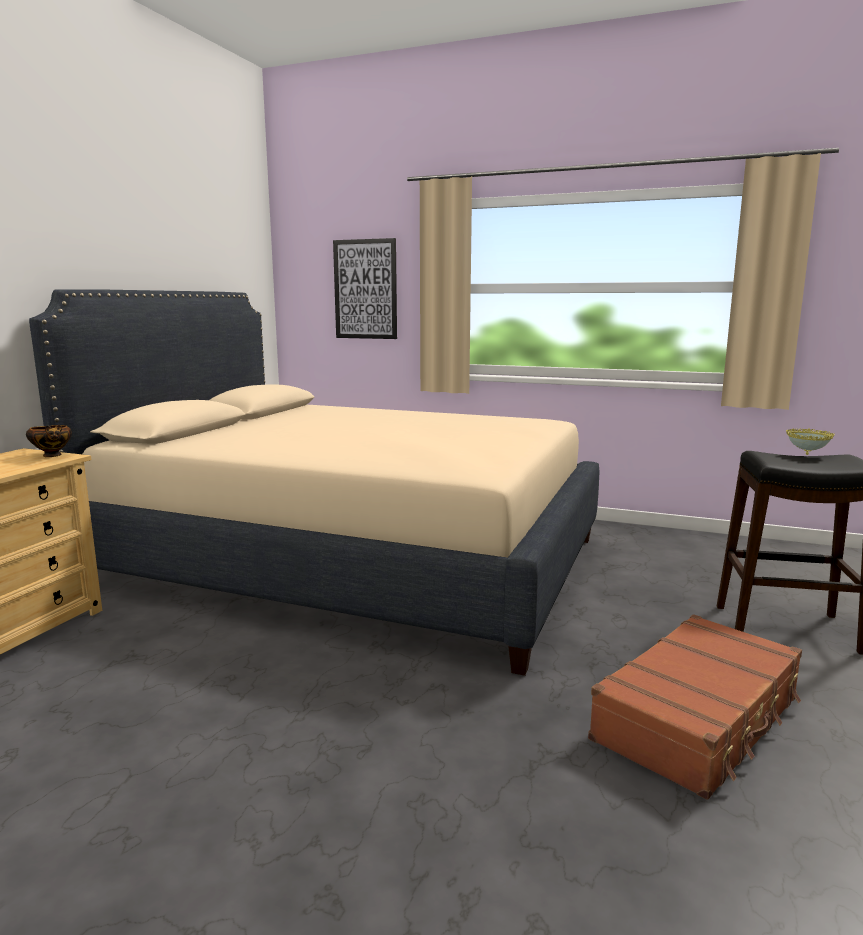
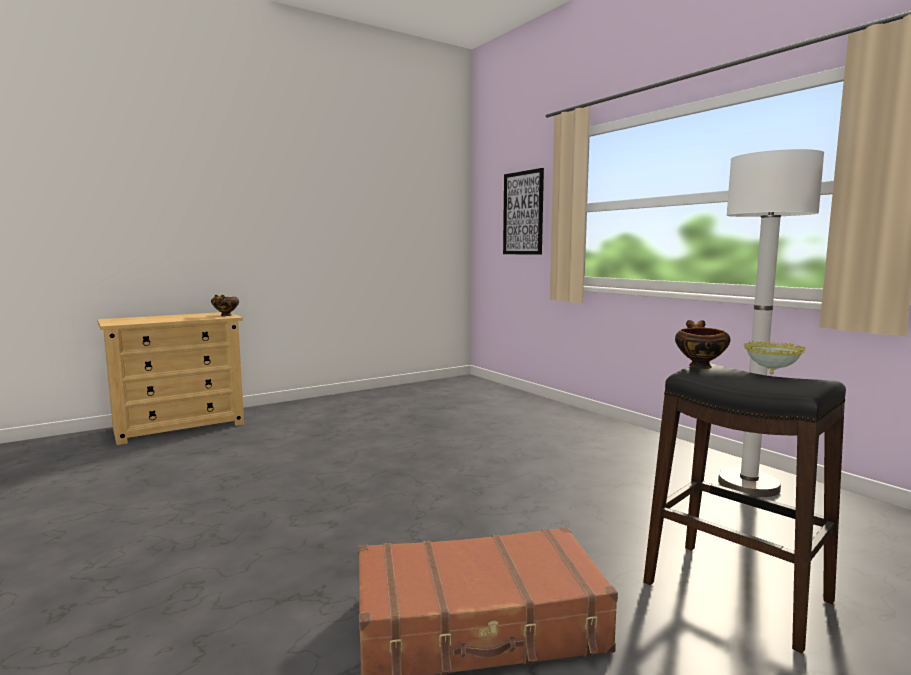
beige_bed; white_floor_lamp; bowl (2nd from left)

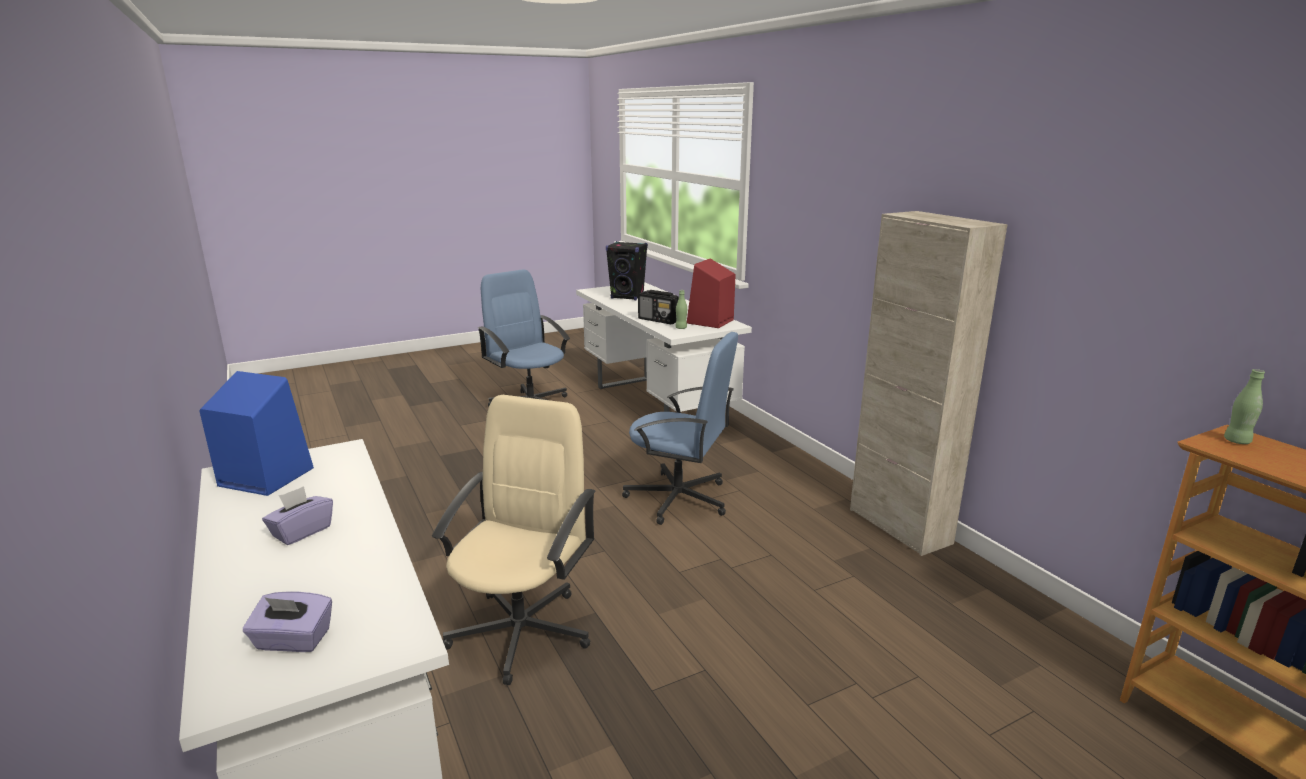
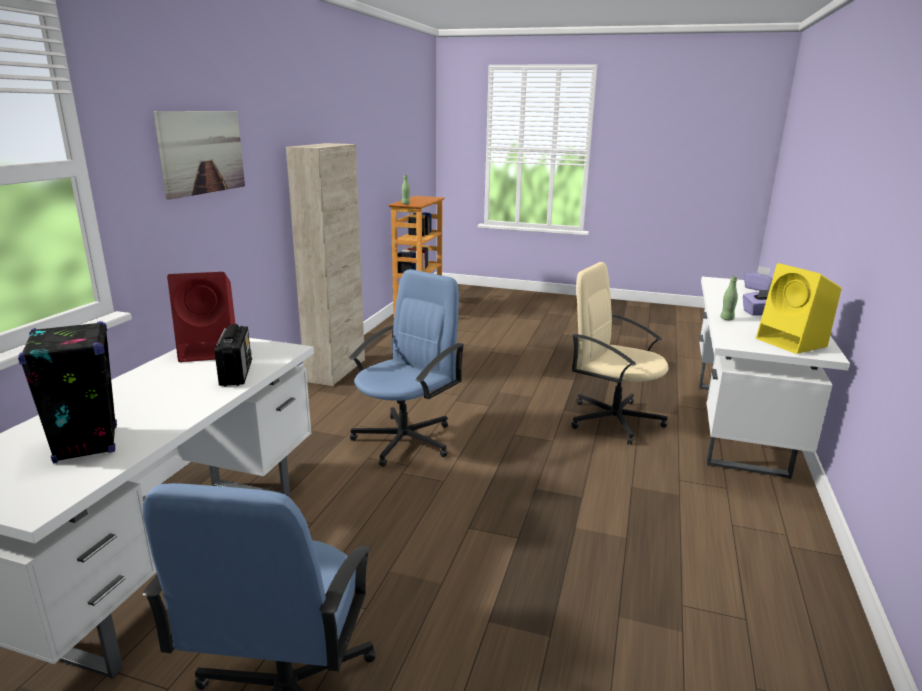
green_bottle (2nd from left); blue_office_chair (2nd from left); yellow_speaker; beige_office_chair; picture

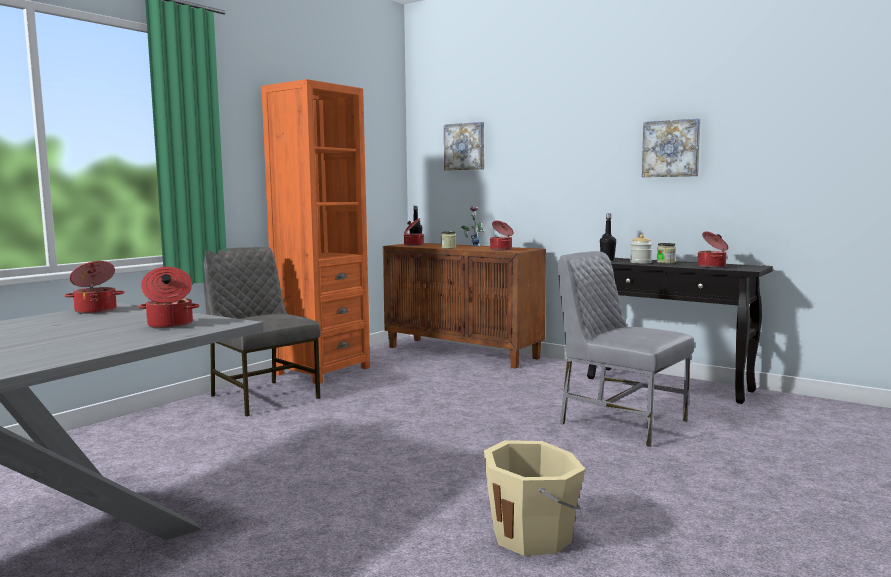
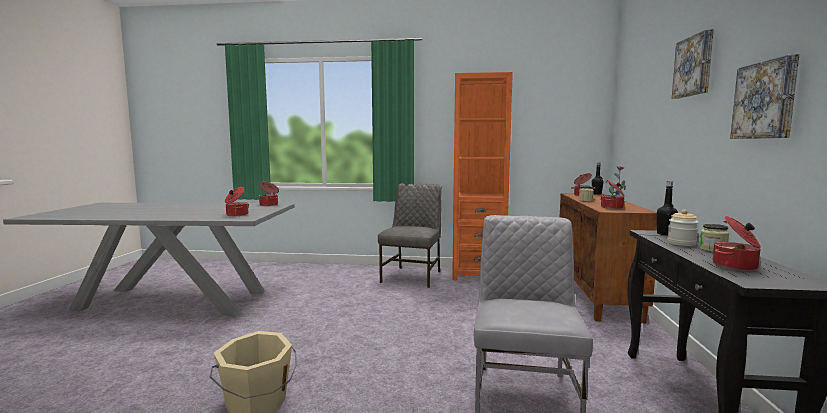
picture (1st from left)

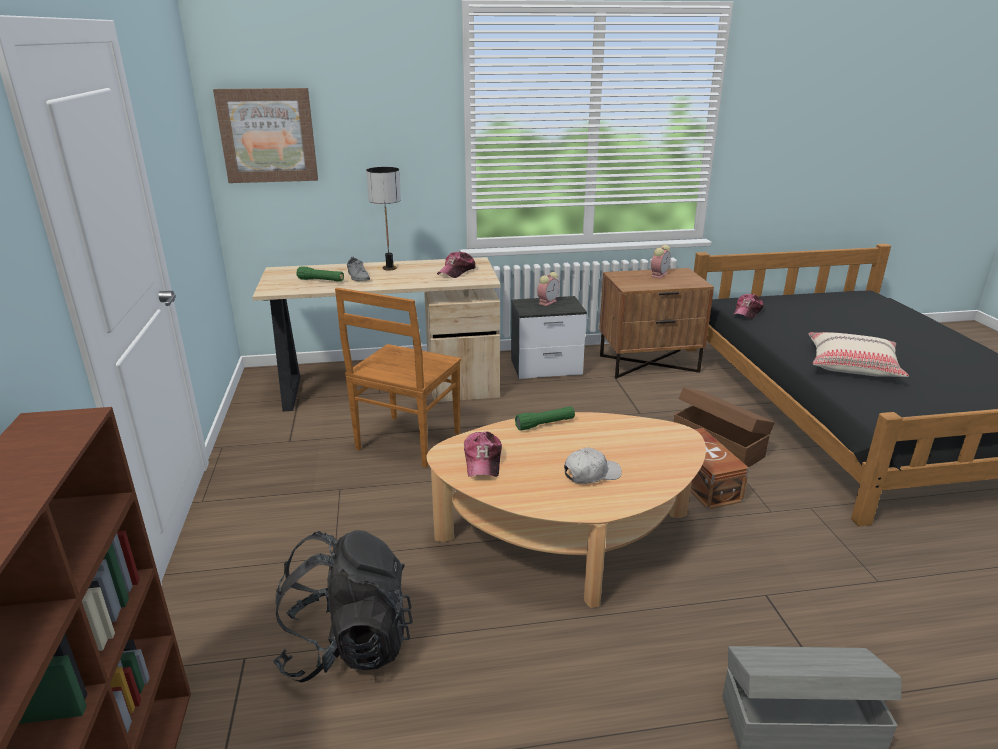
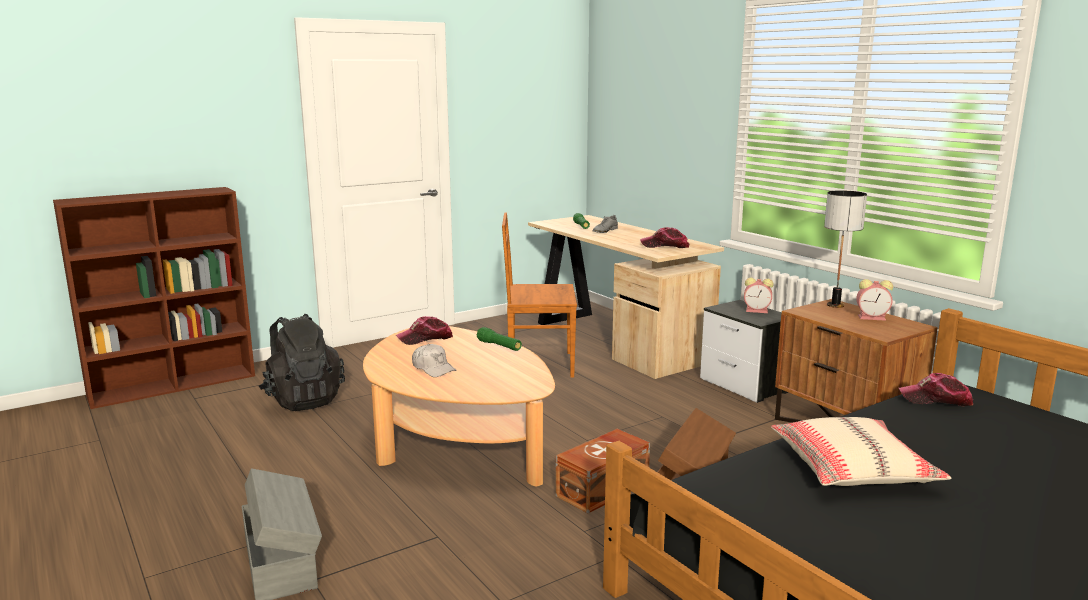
picture; table_lamp

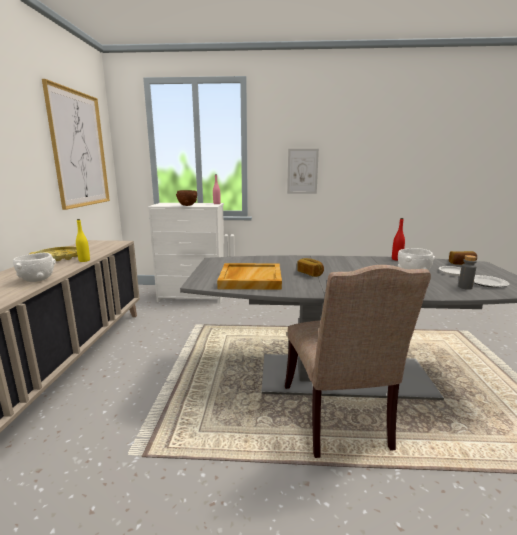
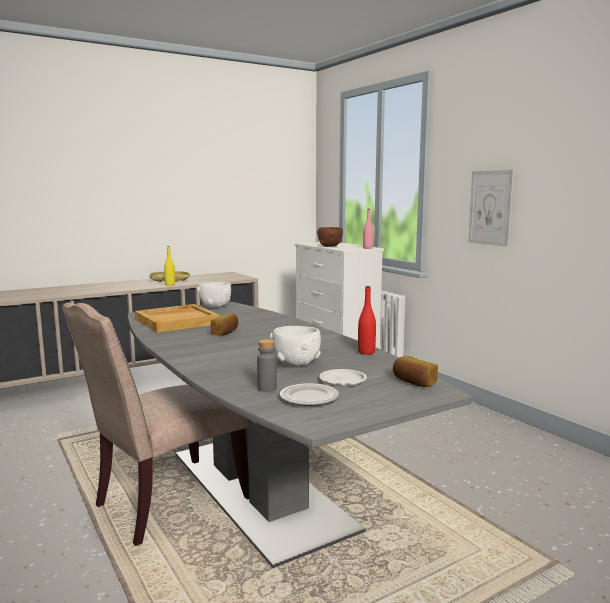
picture (1st from left in the first image); white_bowl (1st from left)

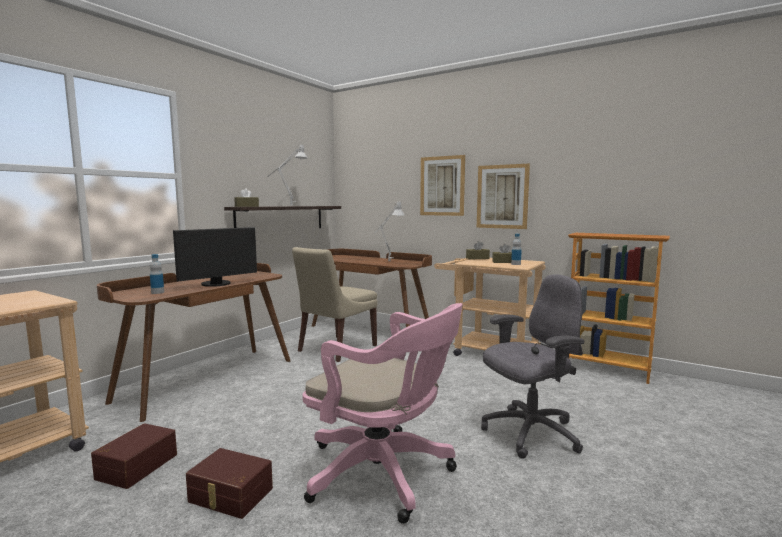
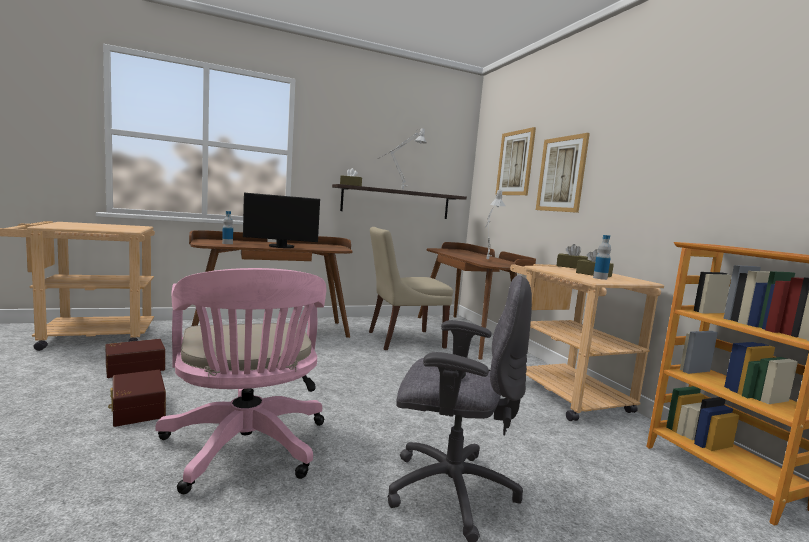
picture (1st from left)

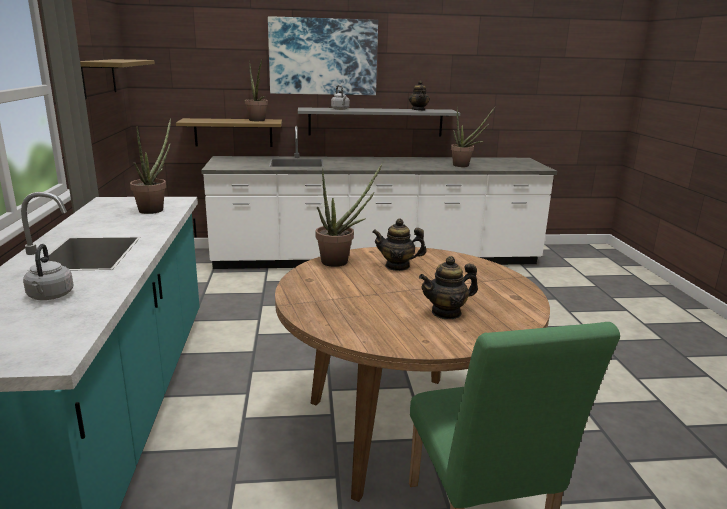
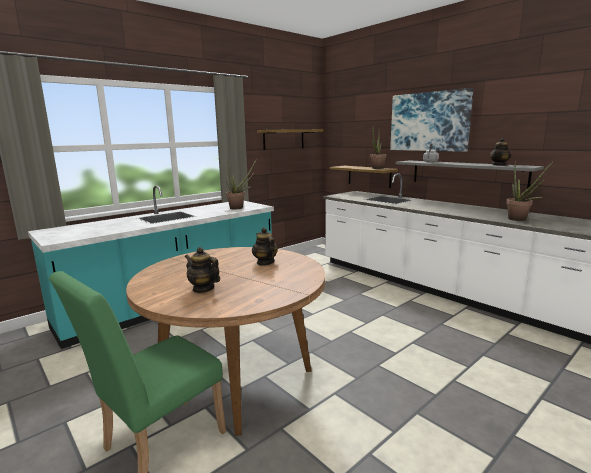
potted_plant (3rd from left in the first image); grey_kettle (1st from left in the first image)

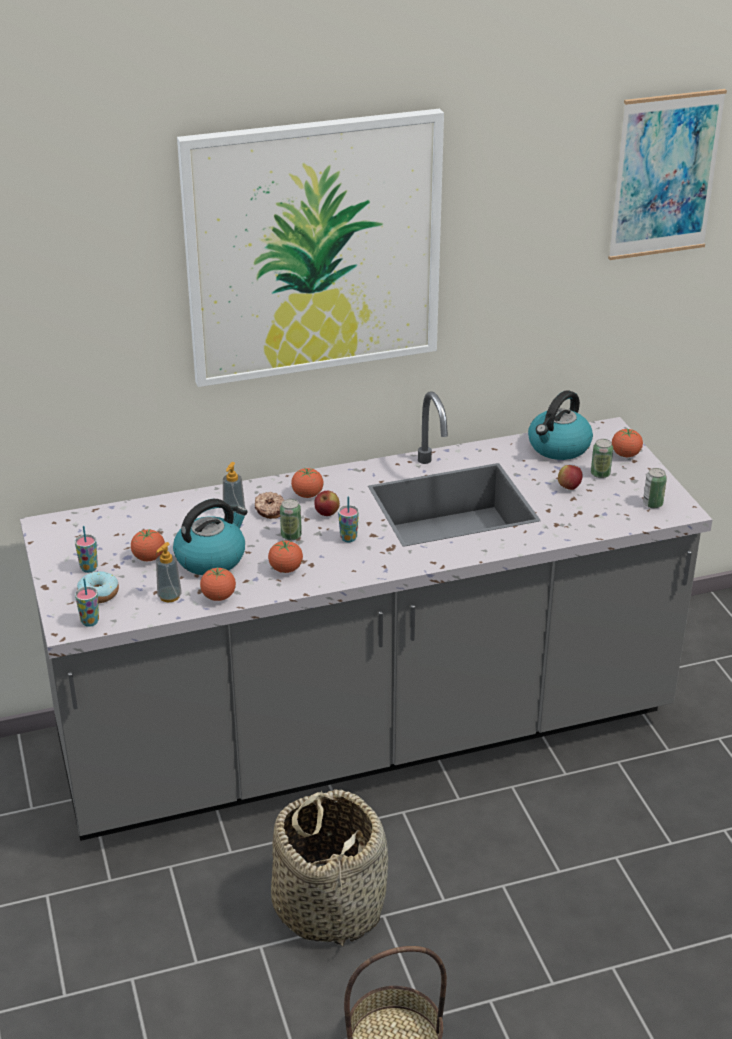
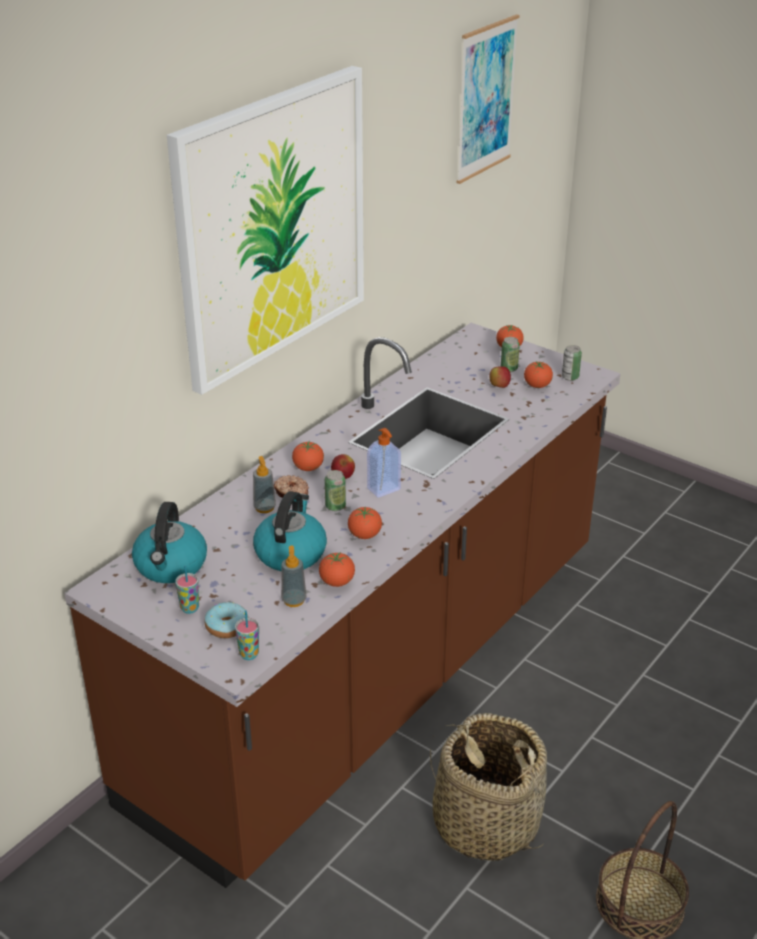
kettle (1st from left); brown_counter; soap_dispenser (3rd from left); tomato (5th from left)

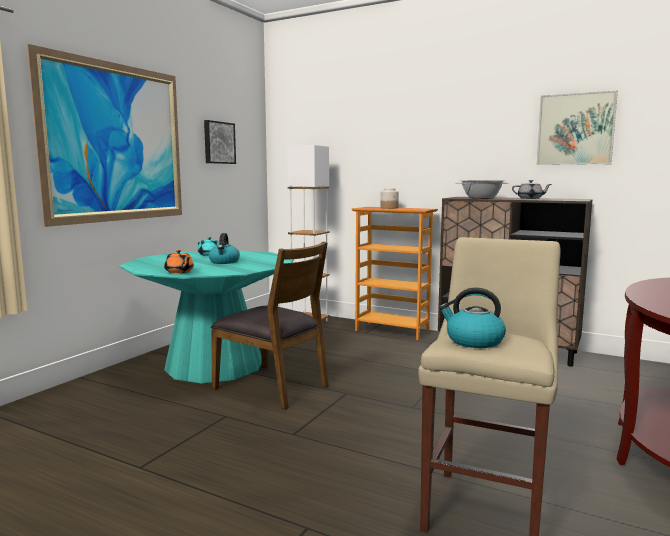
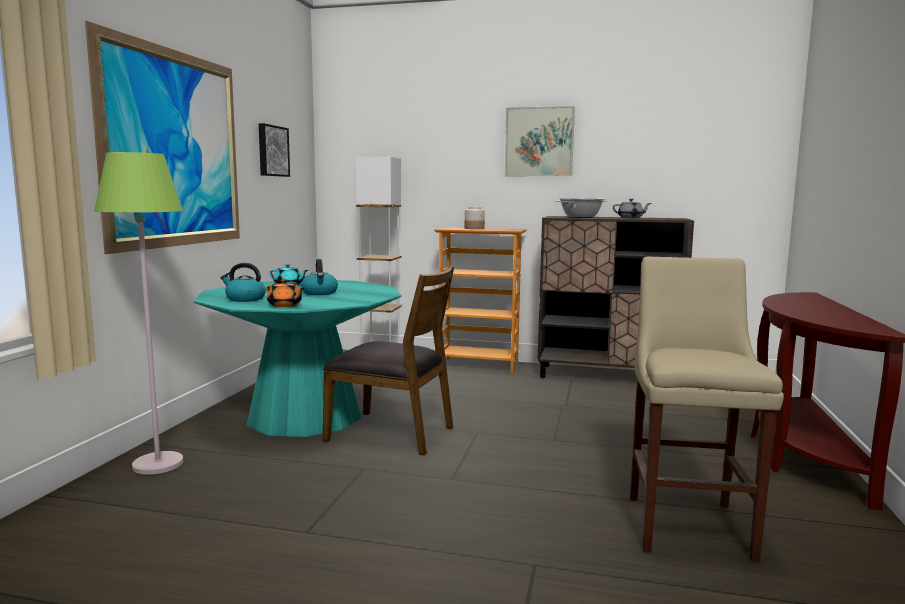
picture (3rd from left); kettle (1st from left); green_floor_lamp

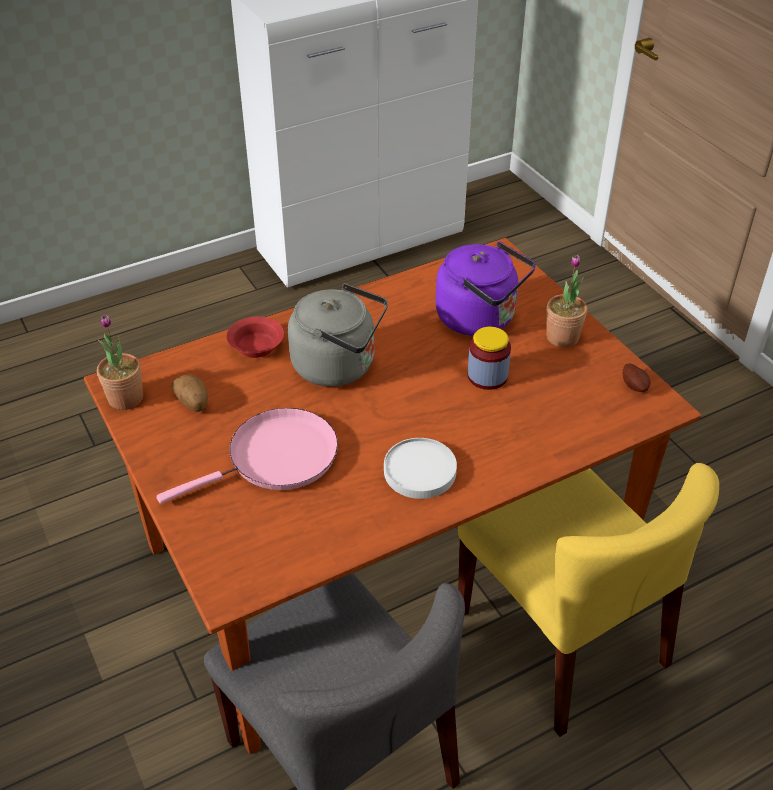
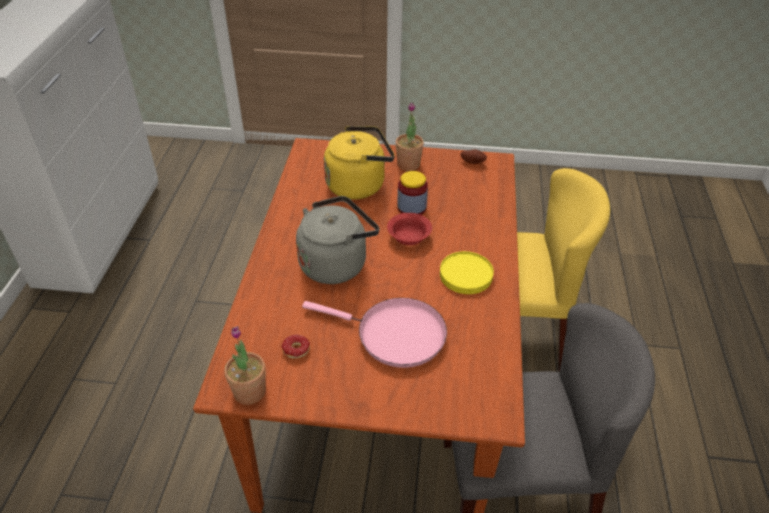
yellow_kettle; red_bowl; donut; pink_frying_pan; yellow_plate

